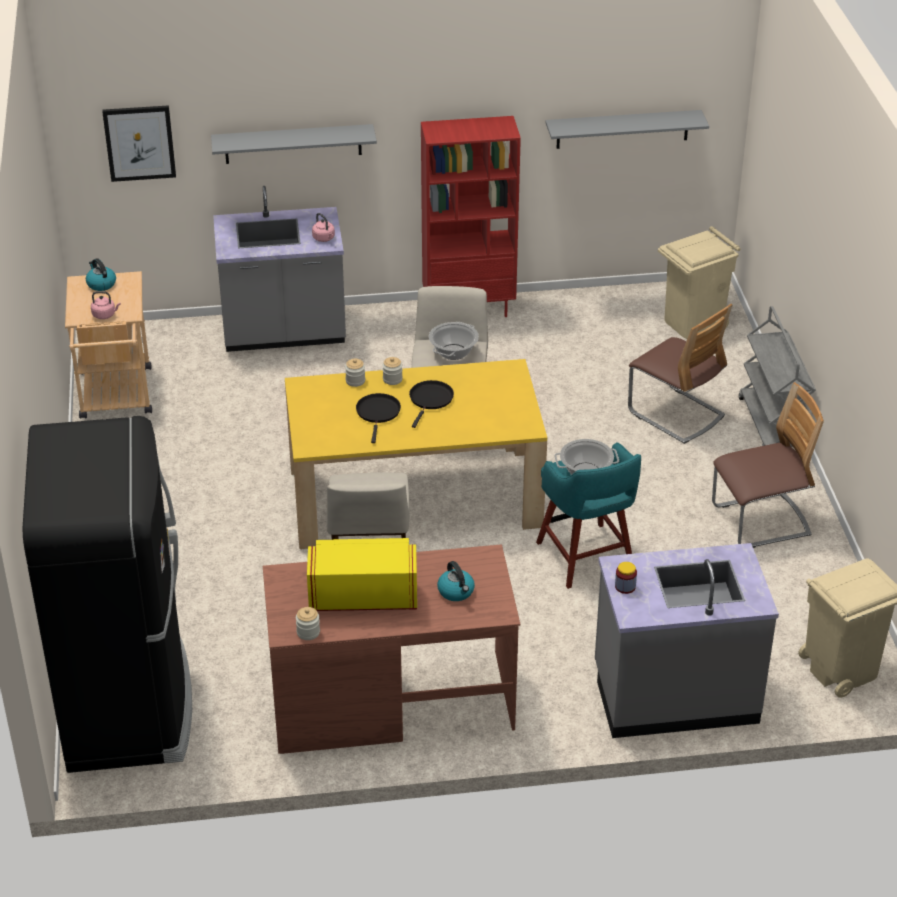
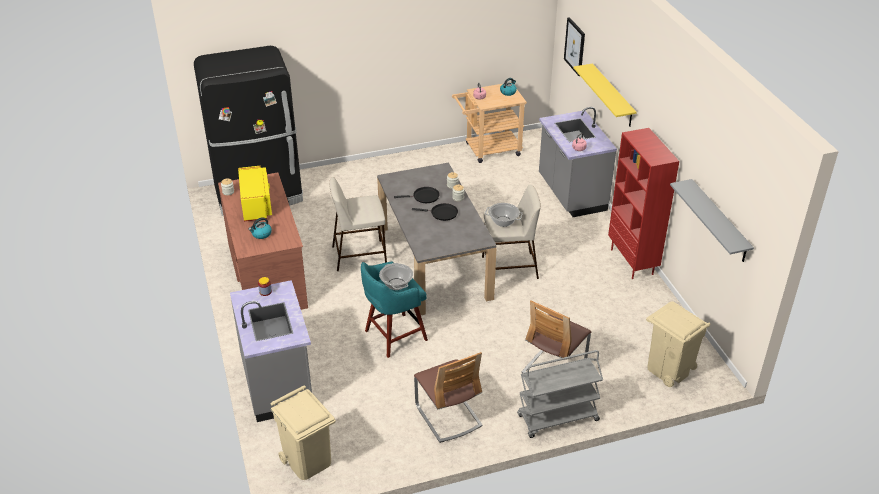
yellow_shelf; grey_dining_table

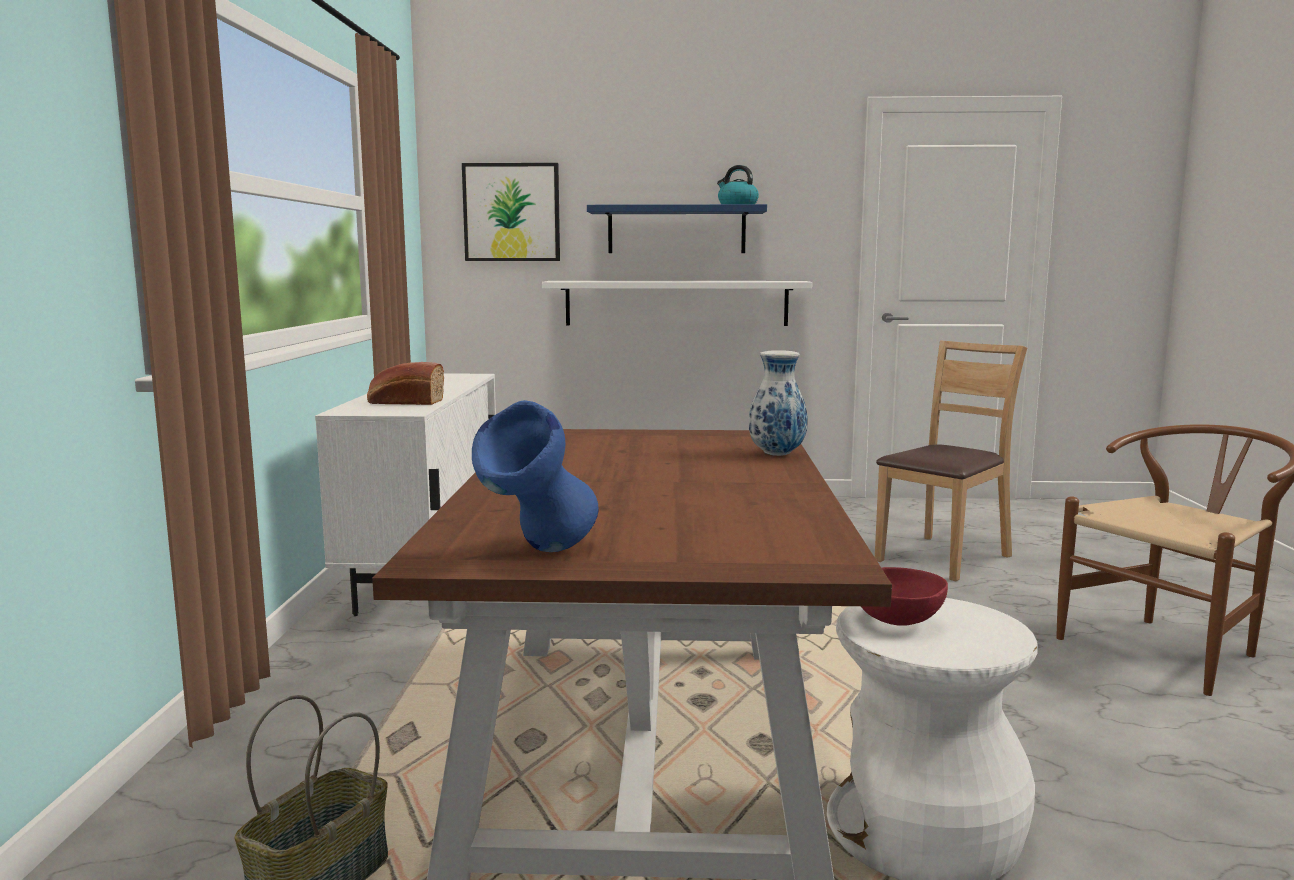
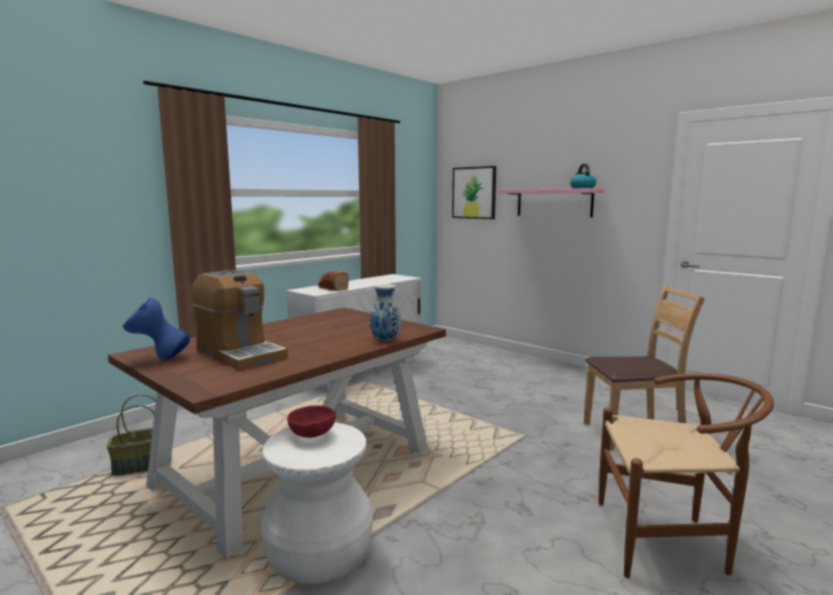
pink_shelf; white_shelf; coffee_machine

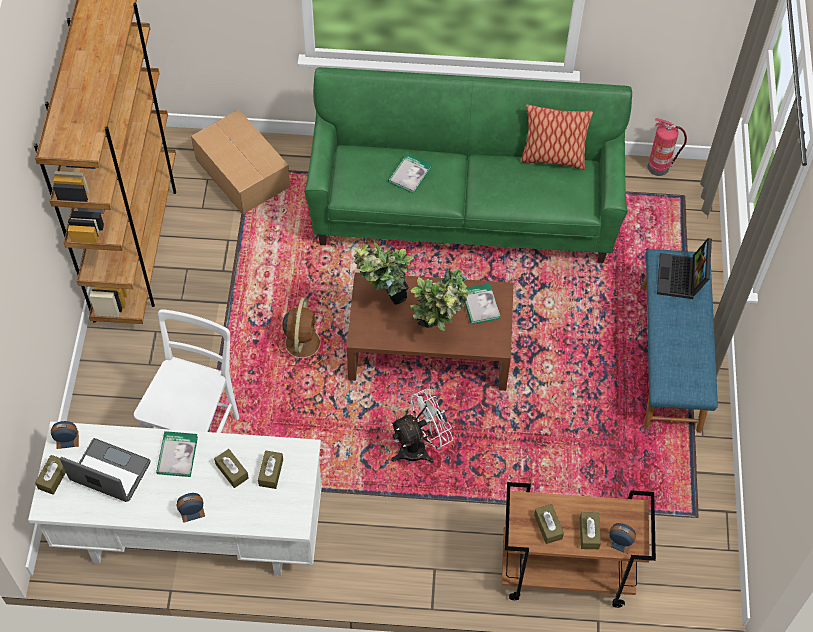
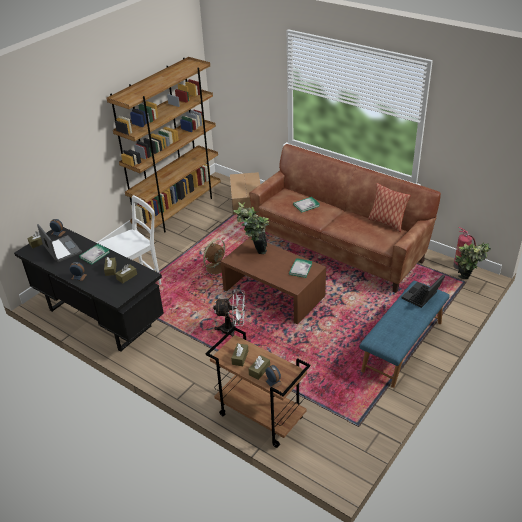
brown_sofa; potted_plant (2nd from left); black_desk

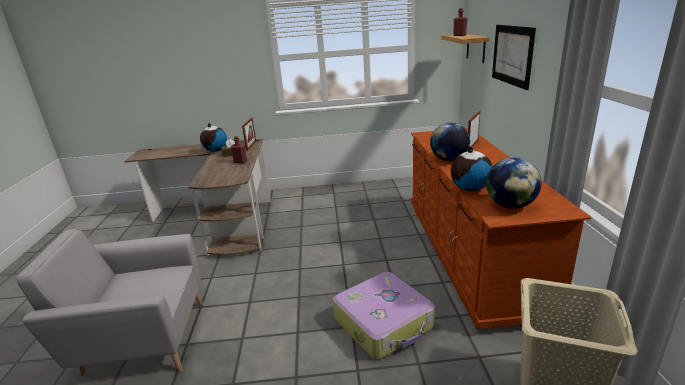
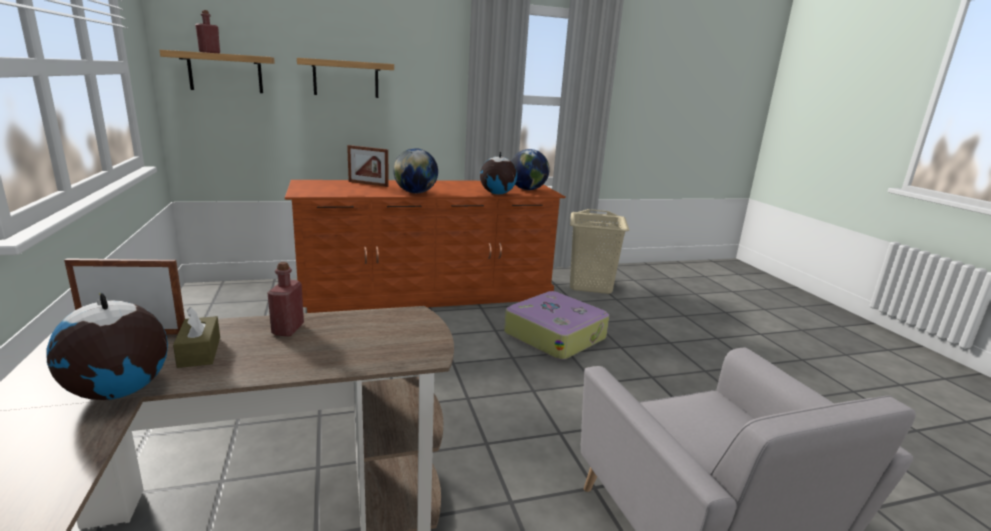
shelf (2nd from left)

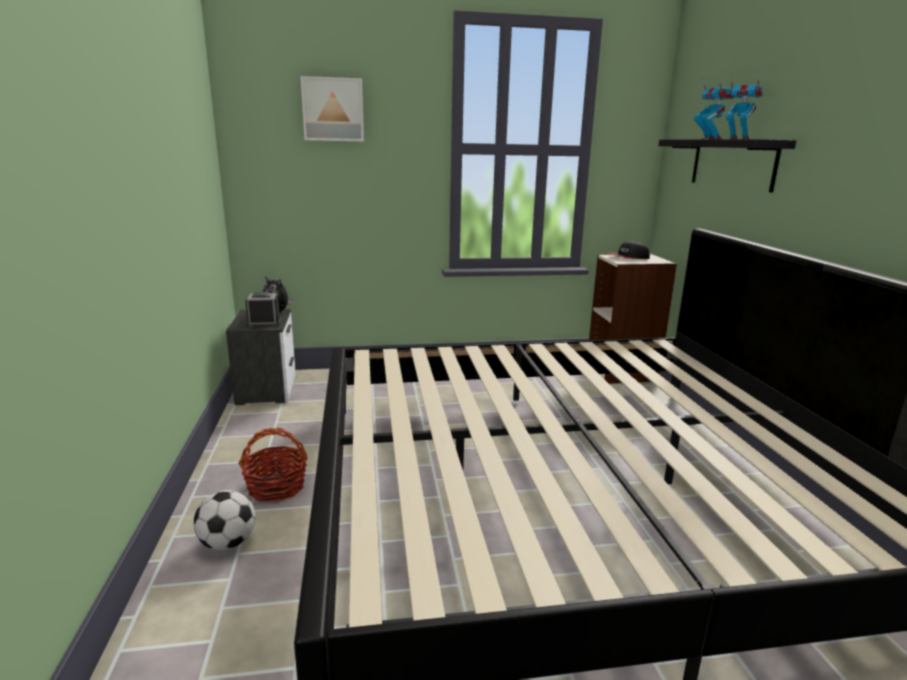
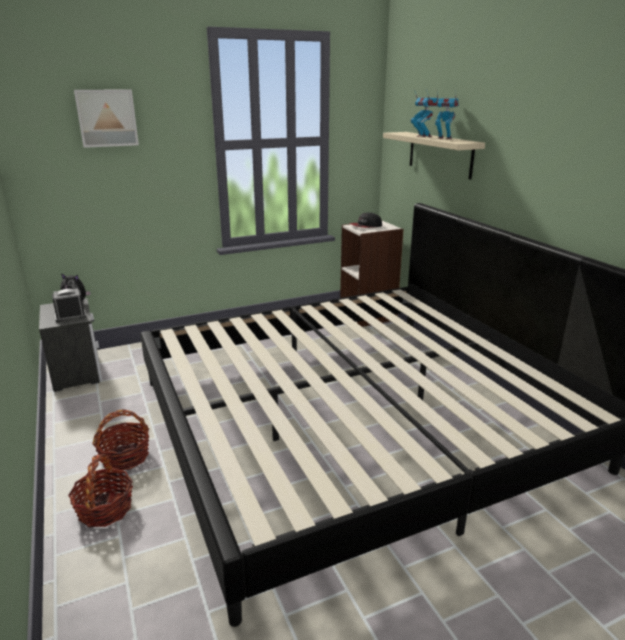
beige_shelf; basket (1st from left)

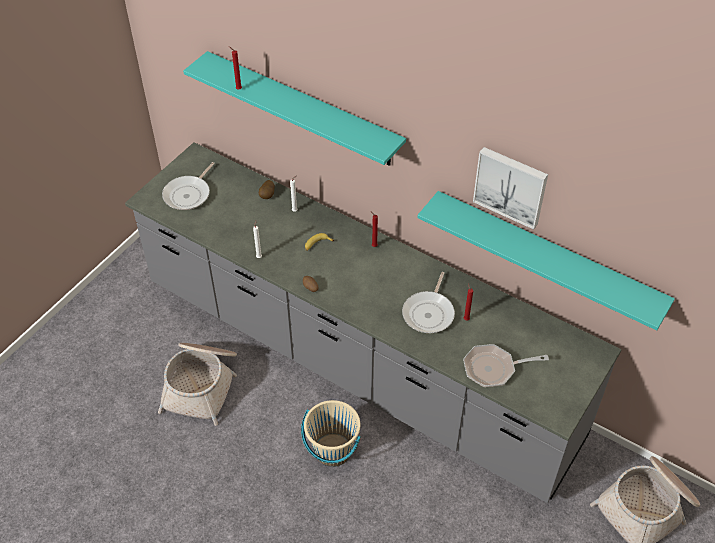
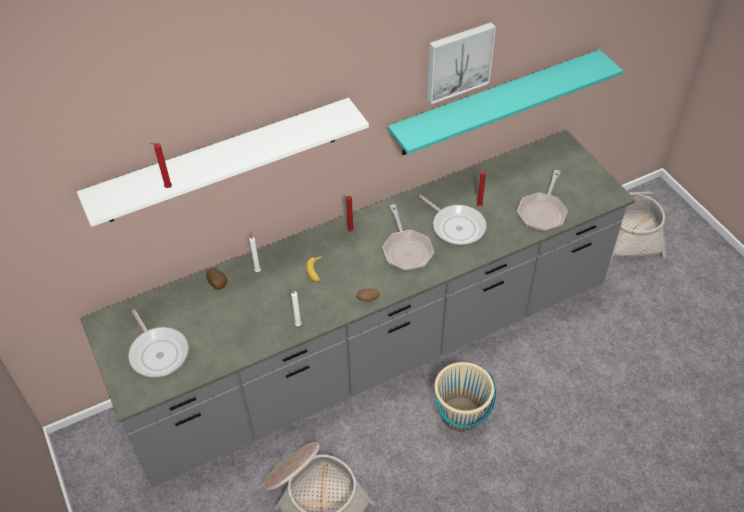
white_shelf; frying_pan (2nd from left)

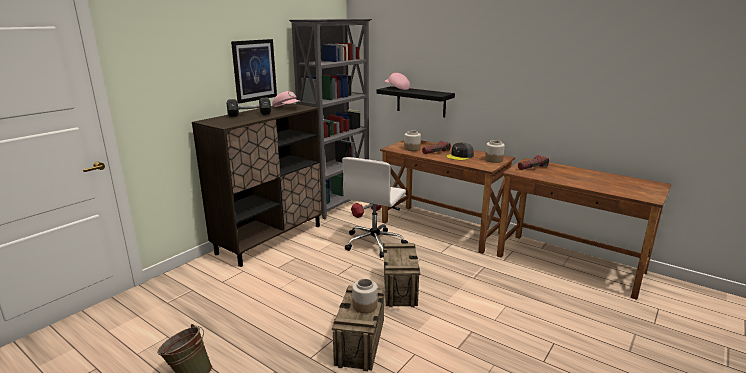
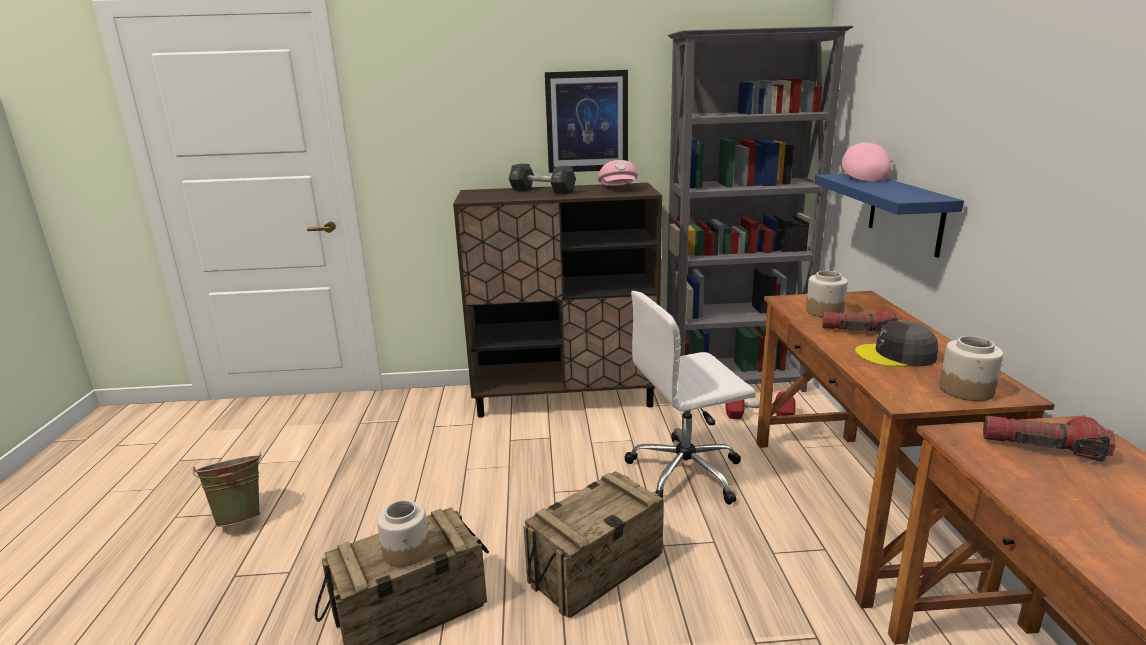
blue_shelf

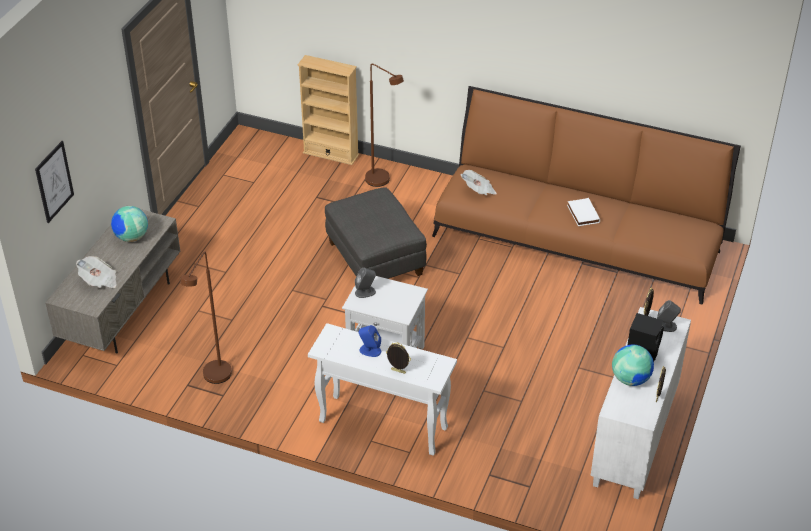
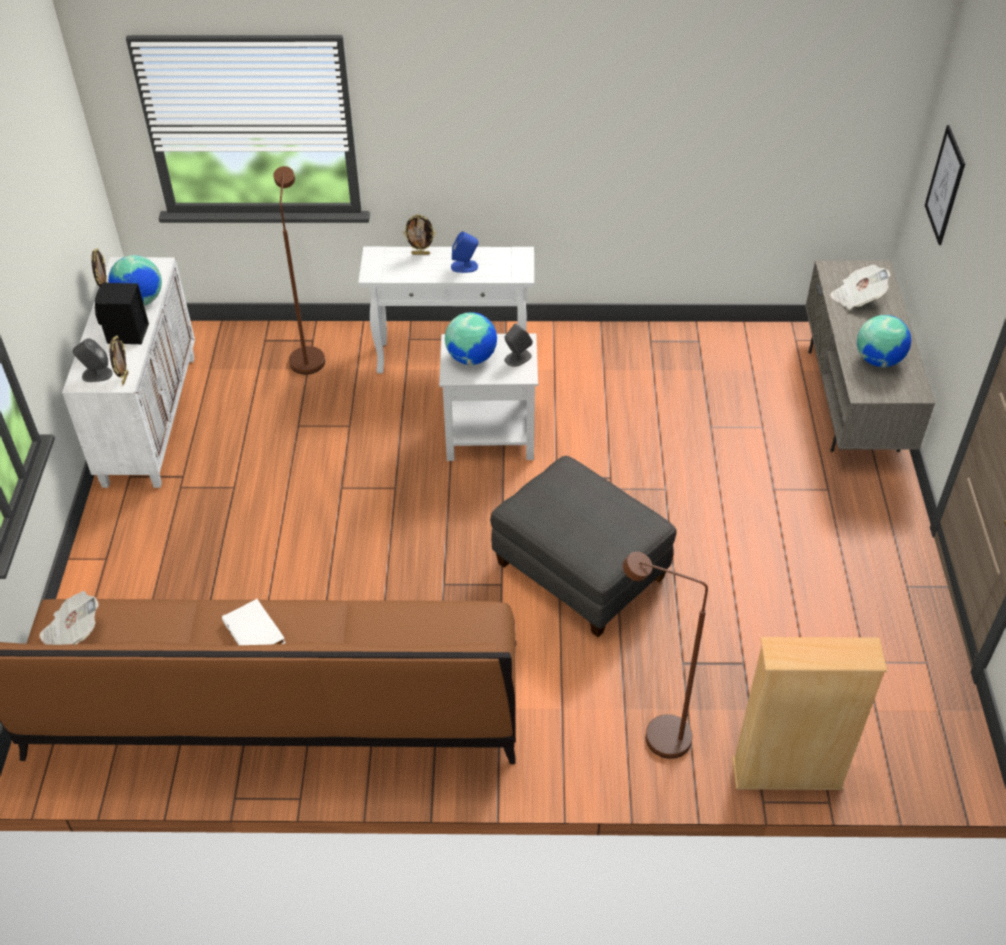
newspaper (1st from left); brown_floor_lamp (1st from left); globe (2nd from left)

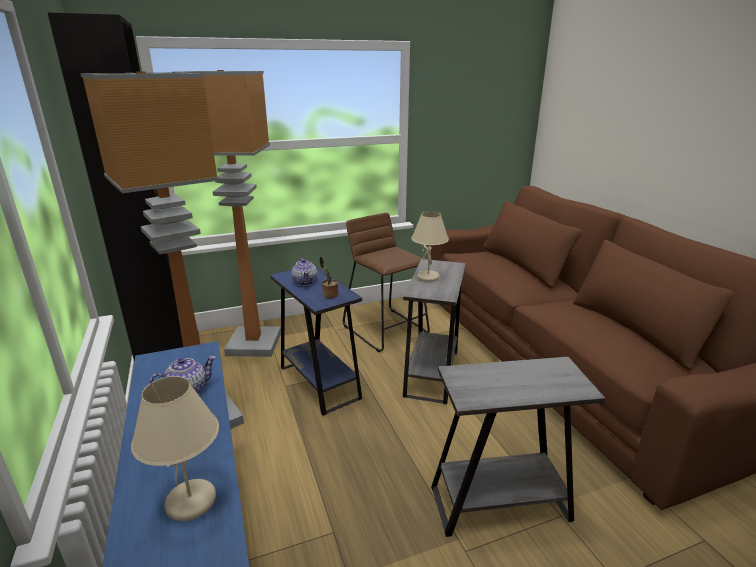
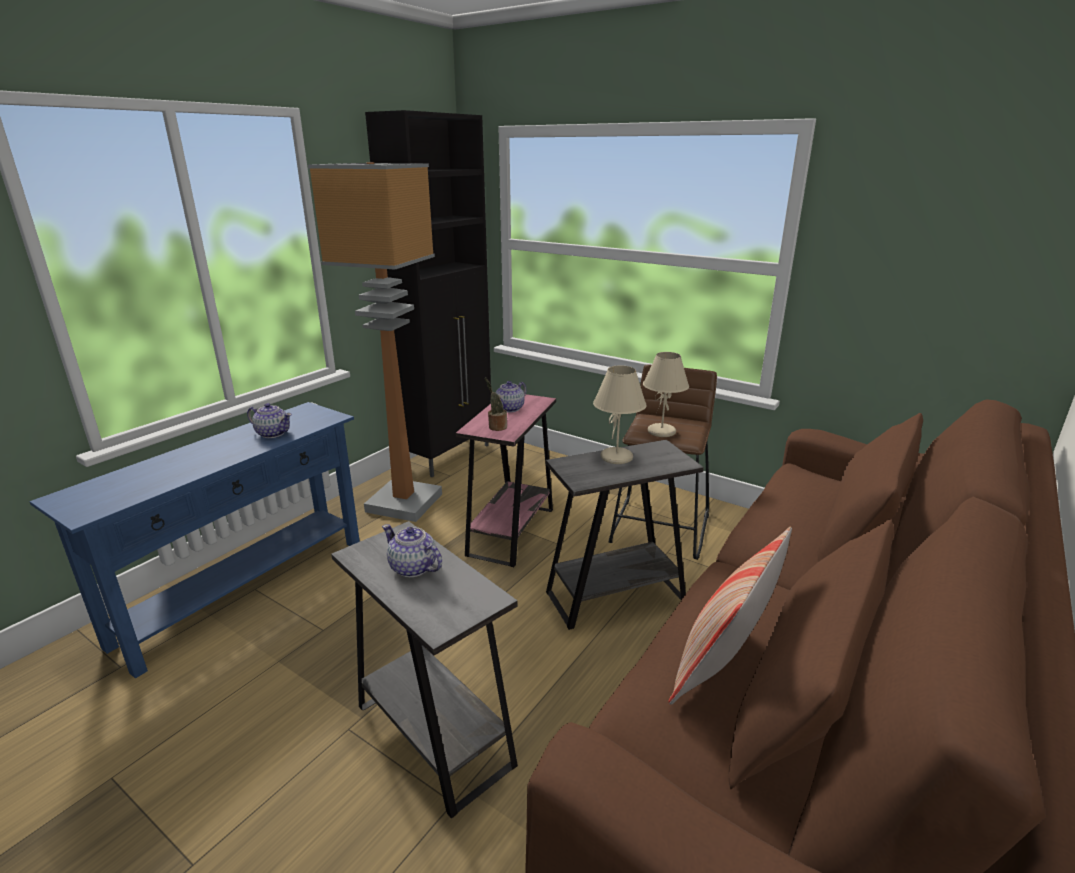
floor_lamp (2nd from left in the first image); pink_side_table; beige_table_lamp (2nd from left); teapot (2nd from left); pillow

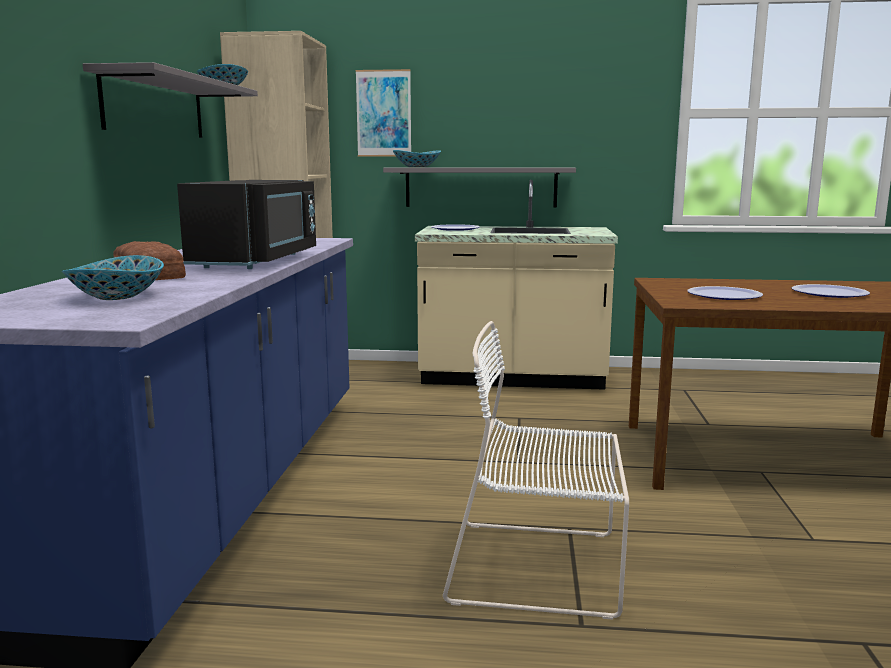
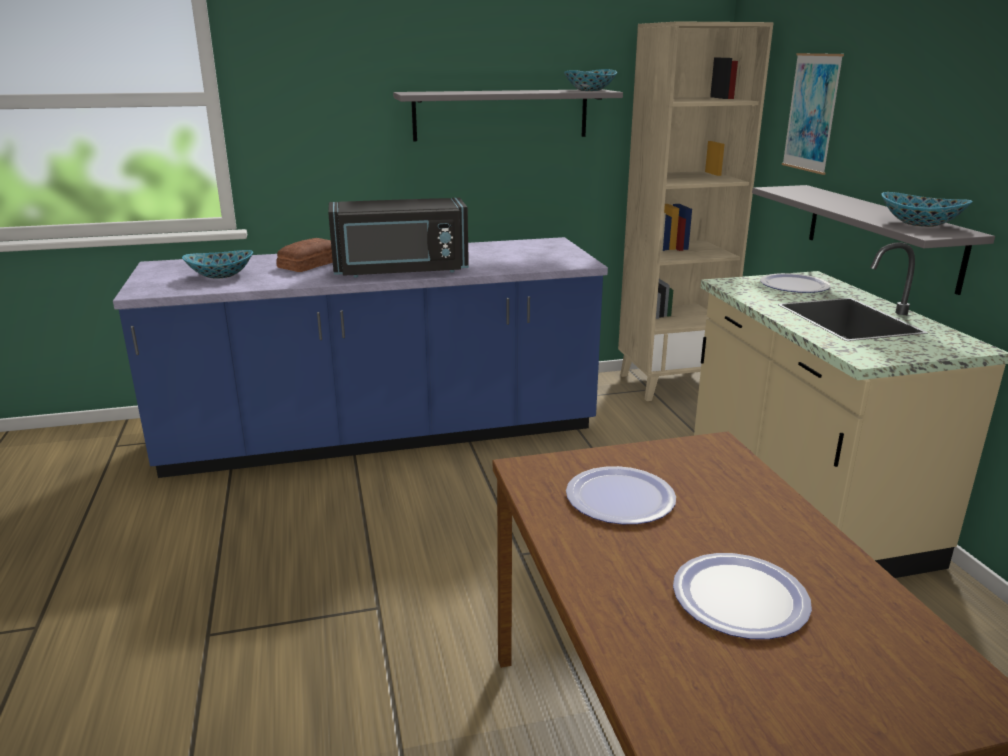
bowl (3rd from left); white_chair

